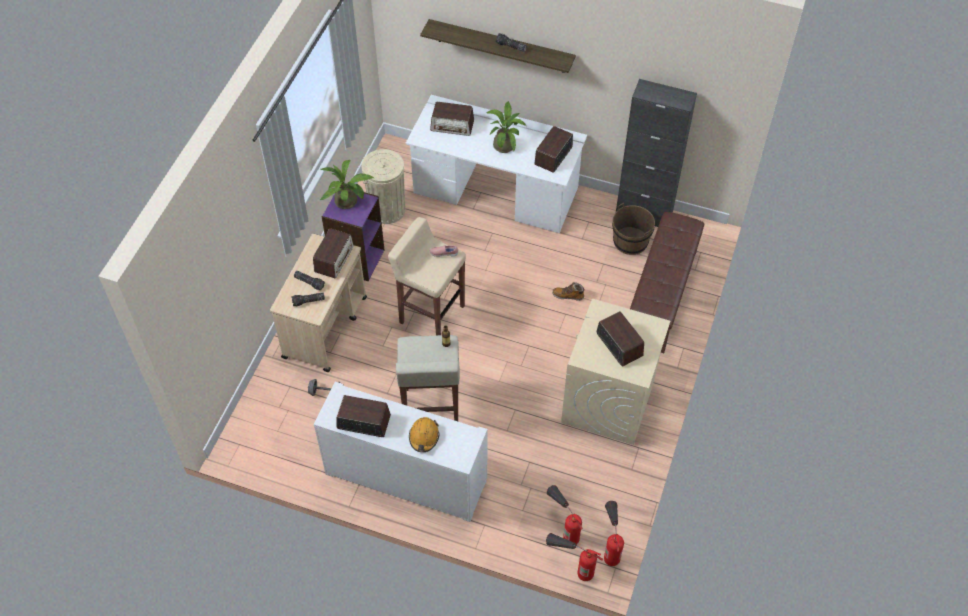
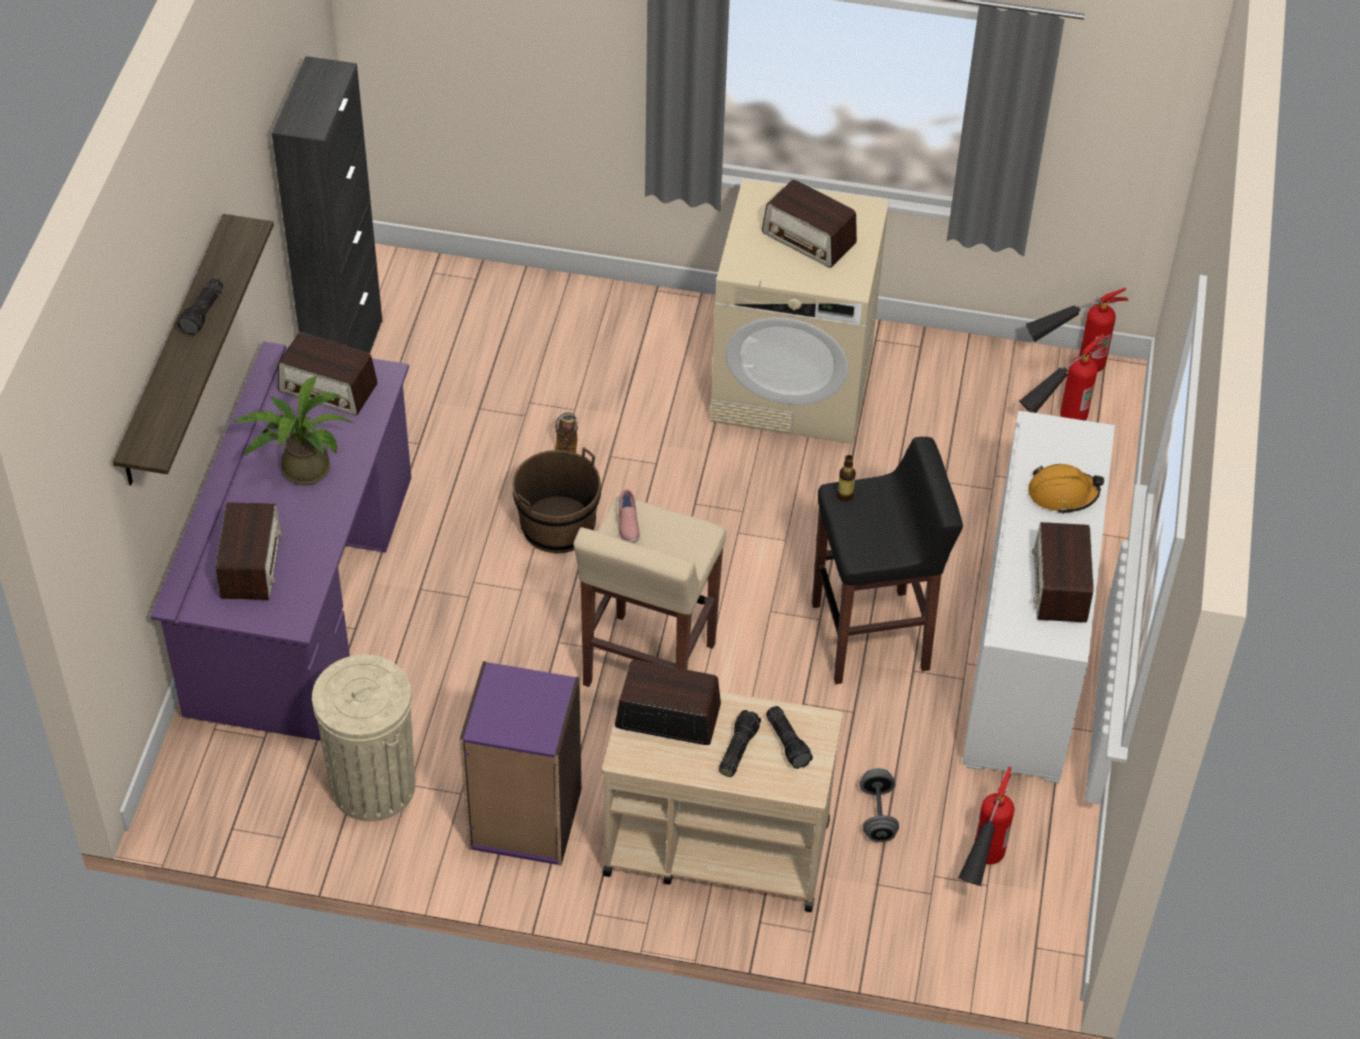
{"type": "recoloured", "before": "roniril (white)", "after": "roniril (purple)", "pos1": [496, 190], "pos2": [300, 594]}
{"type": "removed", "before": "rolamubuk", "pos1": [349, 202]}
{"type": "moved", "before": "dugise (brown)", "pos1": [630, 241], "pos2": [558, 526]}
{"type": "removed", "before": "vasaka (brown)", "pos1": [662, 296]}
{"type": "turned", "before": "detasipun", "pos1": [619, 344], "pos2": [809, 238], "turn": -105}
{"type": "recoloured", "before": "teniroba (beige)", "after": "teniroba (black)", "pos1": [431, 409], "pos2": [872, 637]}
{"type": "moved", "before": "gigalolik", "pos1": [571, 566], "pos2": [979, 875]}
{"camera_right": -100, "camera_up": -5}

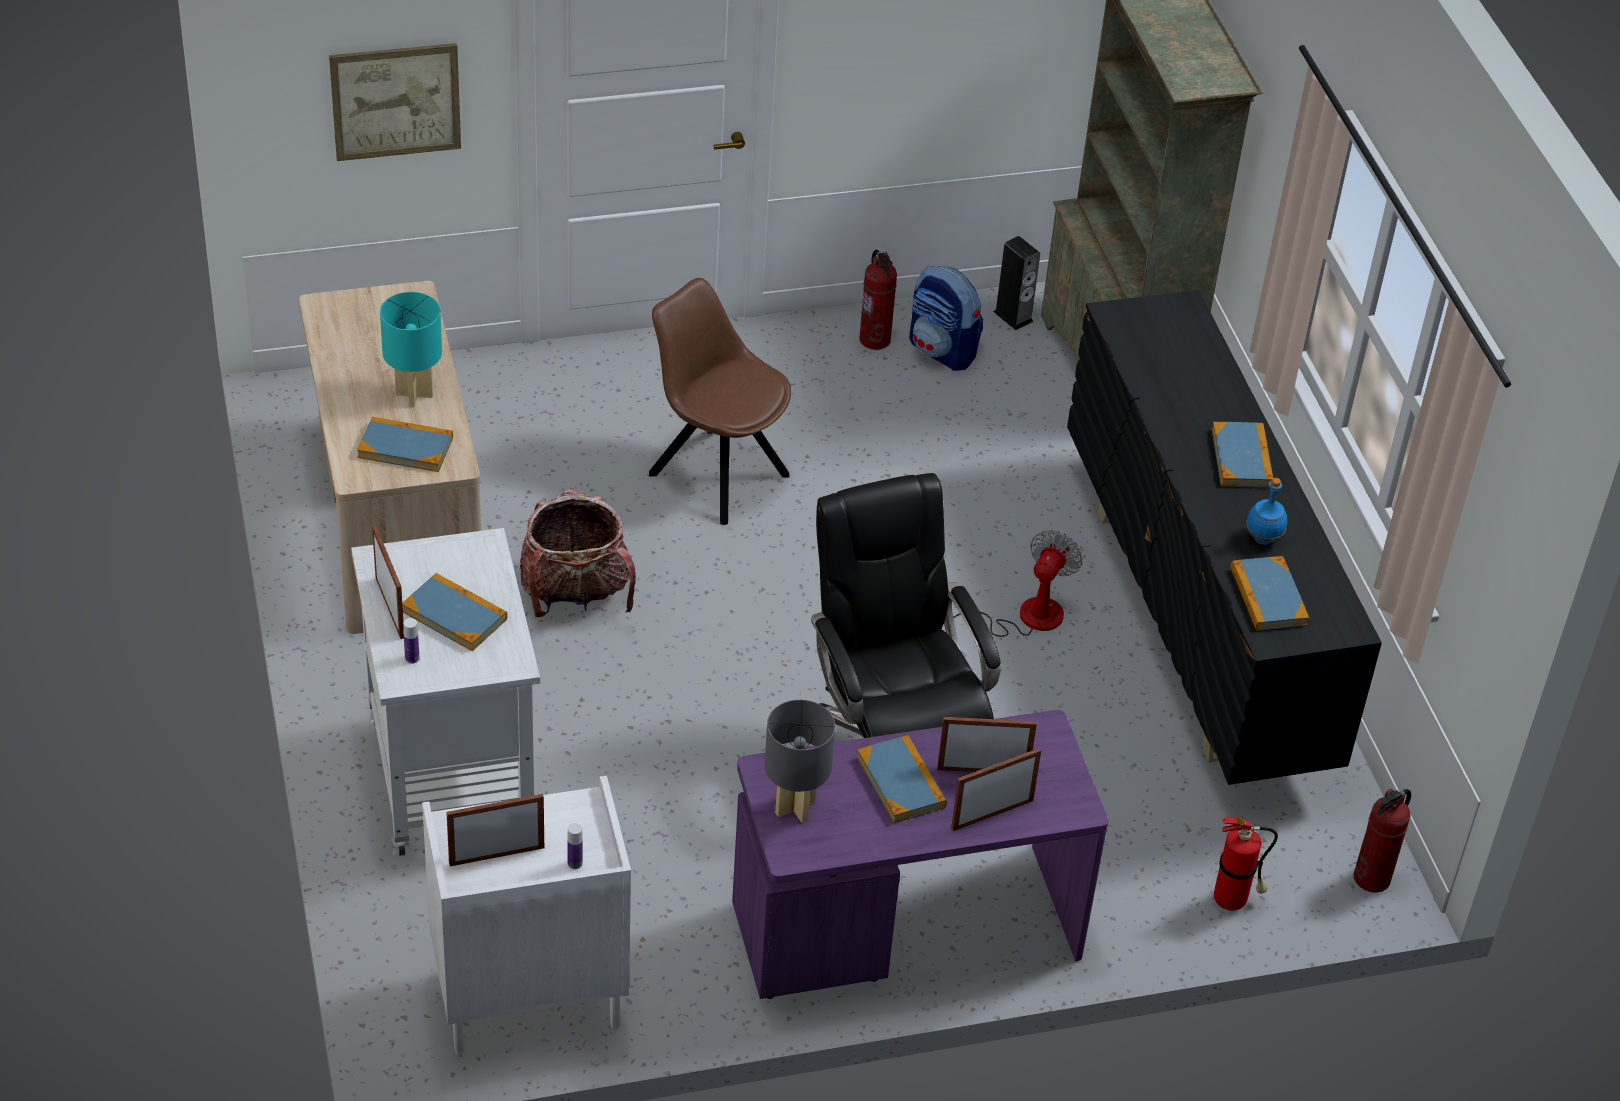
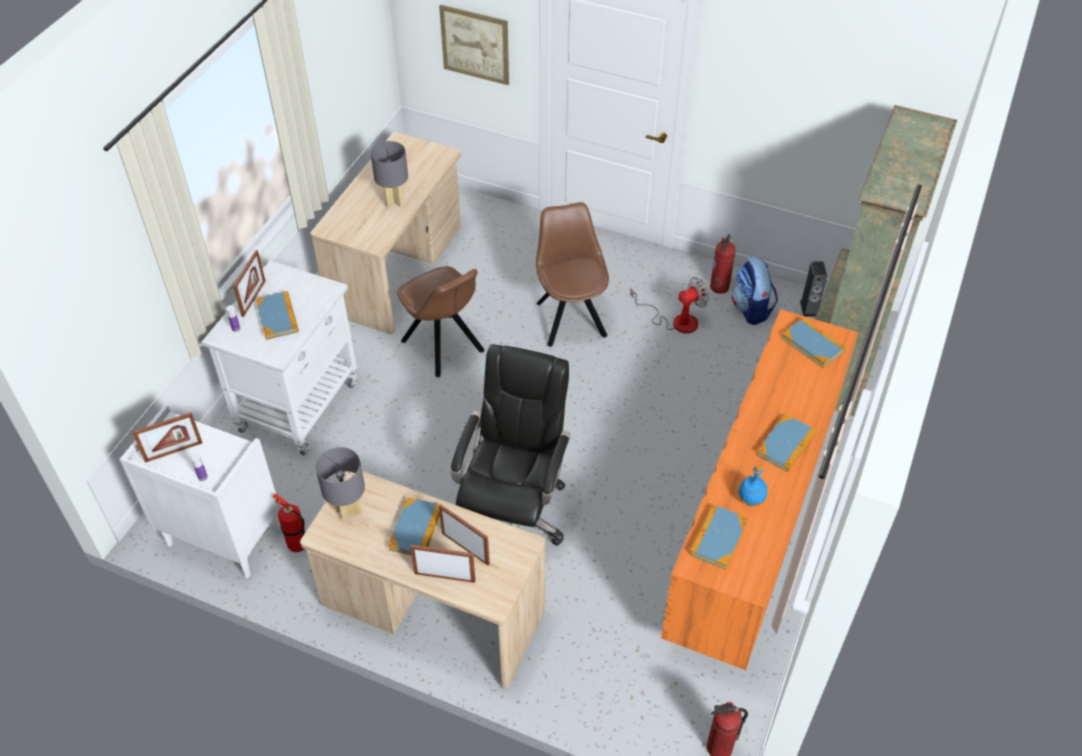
{"type": "recoloured", "before": "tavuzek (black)", "after": "tavuzek (orange)", "pos1": [1194, 627], "pos2": [751, 533]}
{"type": "recoloured", "before": "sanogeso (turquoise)", "after": "sanogeso (grey)", "pos1": [413, 395], "pos2": [393, 201]}
{"type": "moved", "before": "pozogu", "pos1": [405, 447], "pos2": [812, 344]}
{"type": "replaced", "before": "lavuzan", "after": "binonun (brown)", "pos1": [575, 595], "pos2": [443, 346]}
{"type": "moved", "before": "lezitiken", "pos1": [1024, 617], "pos2": [676, 321]}
{"type": "recoloured", "before": "roniril (purple)", "after": "roniril (beige)", "pos1": [905, 928], "pos2": [432, 612]}
{"type": "turned", "before": "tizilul", "pos1": [496, 855], "pos2": [173, 452], "turn": 135}
{"type": "moved", "before": "gigalolik", "pos1": [1233, 901], "pos2": [300, 547]}
{"camera_right": 40, "camera_up": 5}

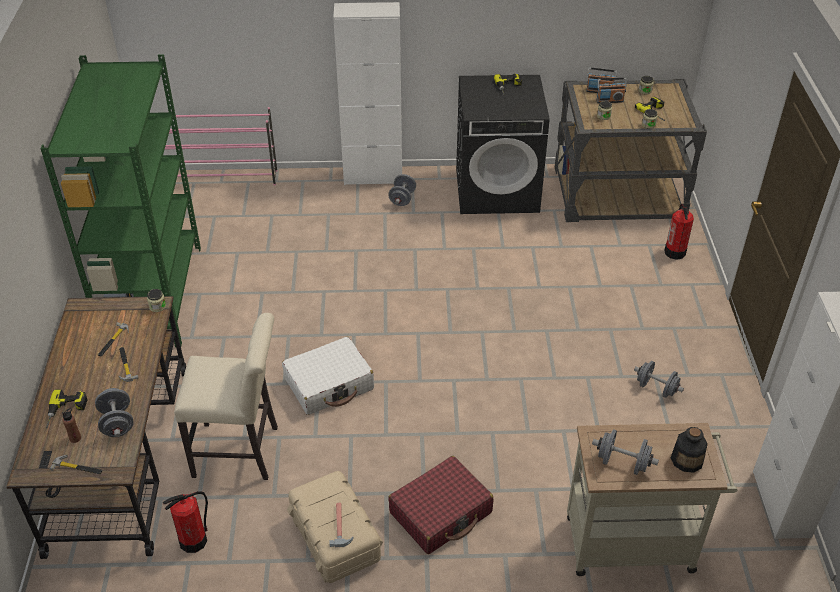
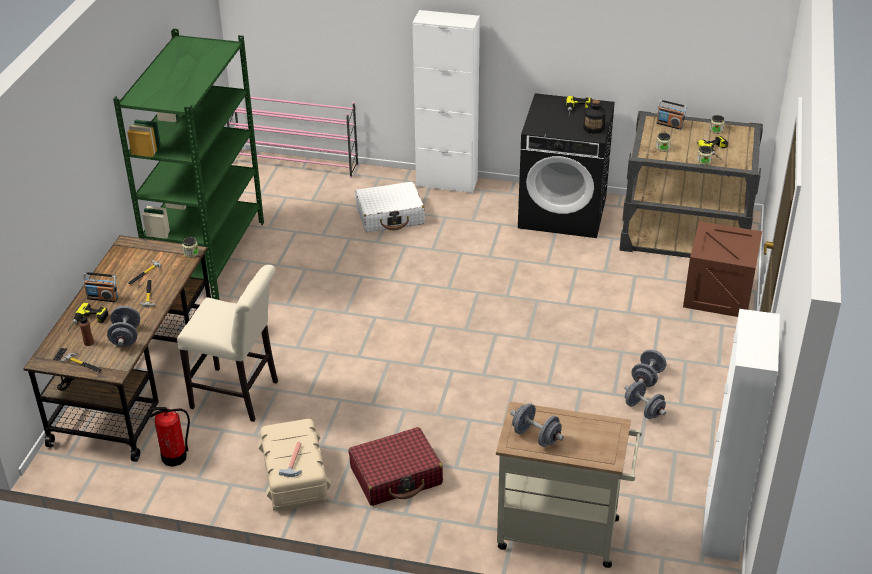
{"type": "moved", "before": "detasipun", "pos1": [609, 100], "pos2": [102, 298]}
{"type": "moved", "before": "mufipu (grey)", "pos1": [402, 199], "pos2": [647, 378]}
{"type": "replaced", "before": "gigalolik", "after": "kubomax", "pos1": [675, 252], "pos2": [718, 294]}
{"type": "moved", "before": "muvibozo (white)", "pos1": [329, 384], "pos2": [390, 216]}
{"type": "moved", "before": "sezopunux", "pos1": [687, 460], "pos2": [594, 128]}
{"camera_right": 15, "camera_up": -5}

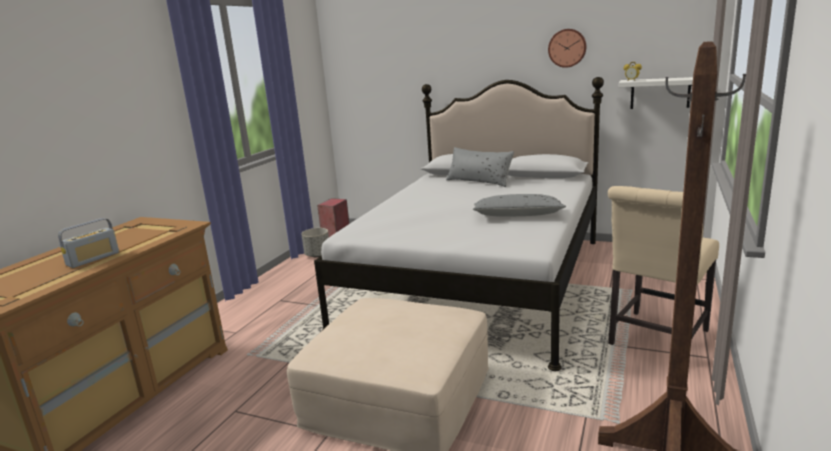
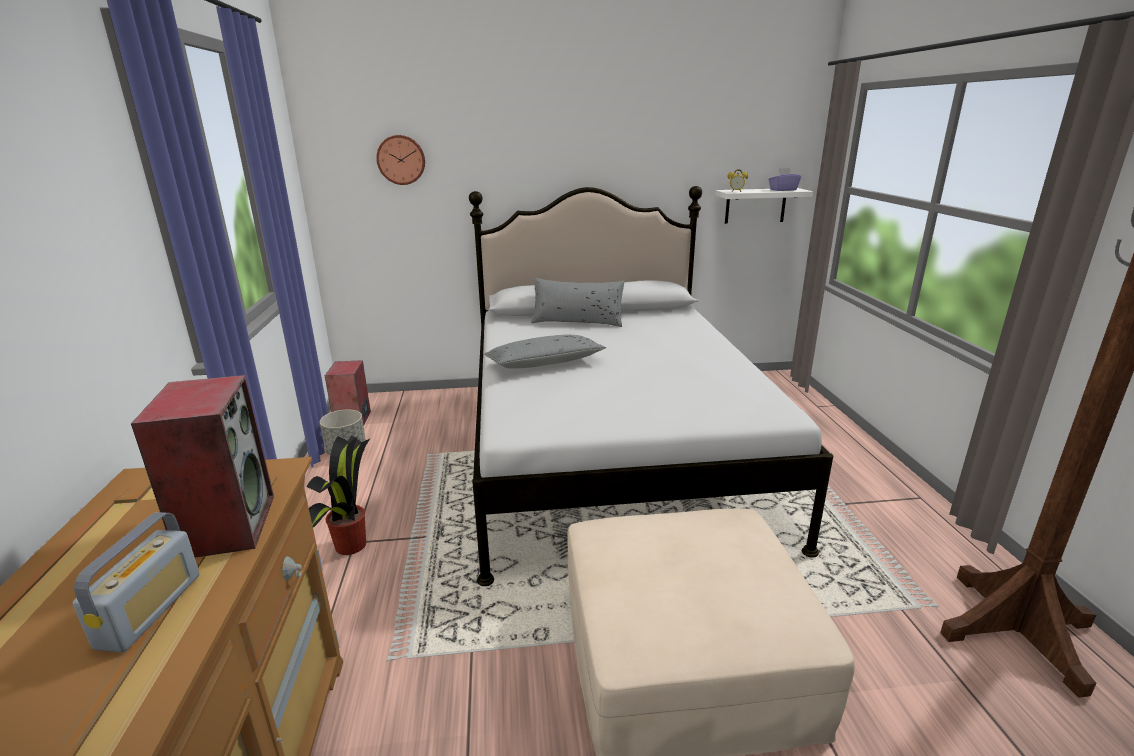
{"type": "moved", "before": "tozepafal", "pos1": [567, 48], "pos2": [401, 160]}
{"type": "removed", "before": "binonun (beige)", "pos1": [655, 340]}
{"type": "moved", "before": "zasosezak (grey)", "pos1": [517, 215], "pos2": [544, 363]}
{"type": "added", "after": "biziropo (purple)", "pos2": [783, 190]}
{"type": "added", "after": "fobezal", "pos2": [227, 525]}
{"type": "added", "after": "rolamubuk", "pos2": [350, 546]}
{"camera_right": -30, "camera_up": 5}

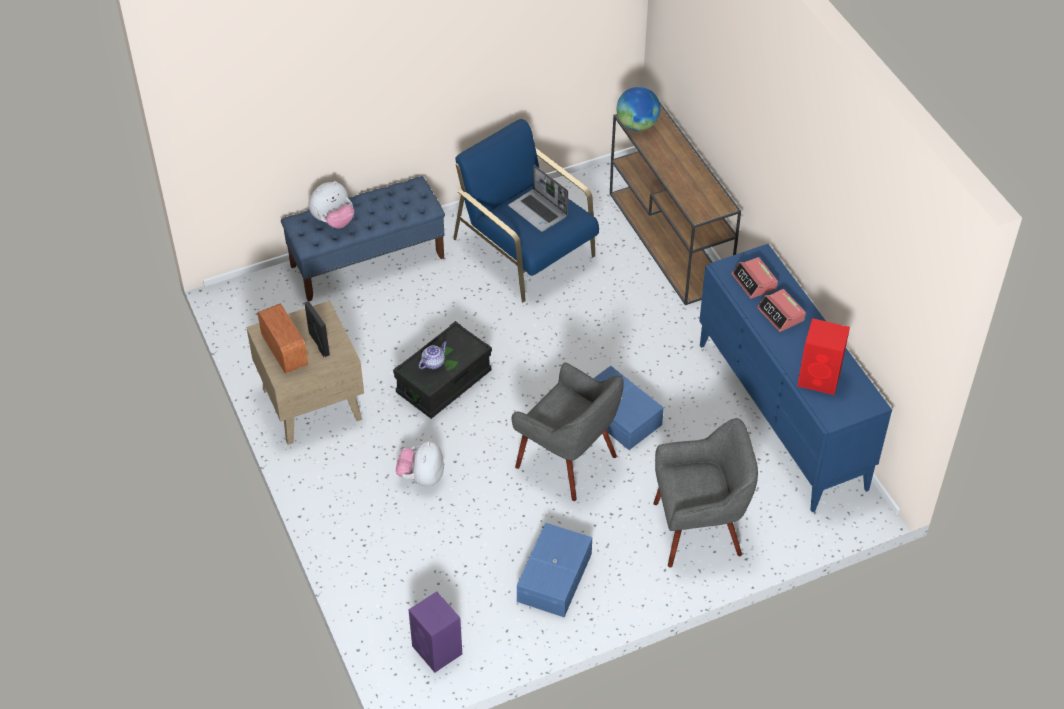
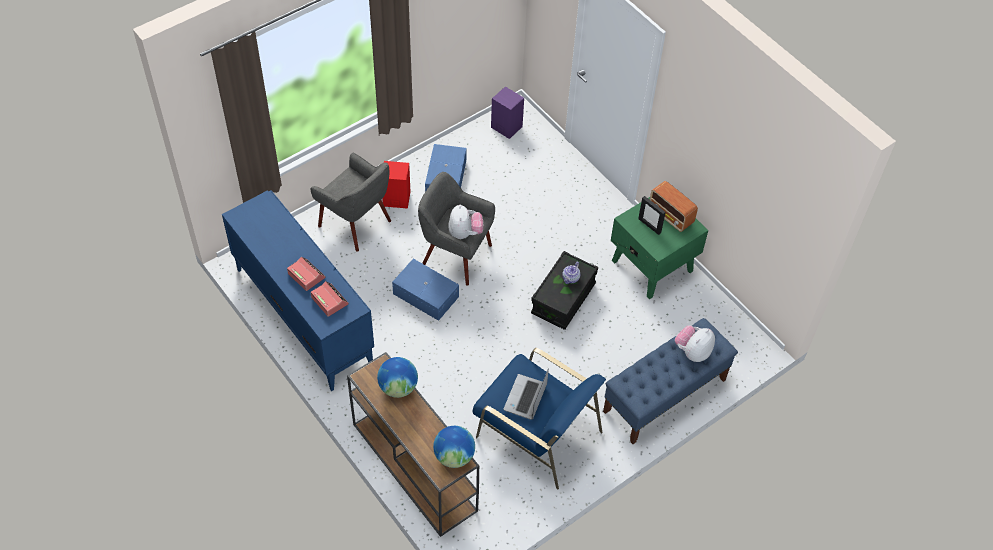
{"type": "turned", "before": "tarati", "pos1": [539, 211], "pos2": [526, 398], "turn": -105}
{"type": "recoloured", "before": "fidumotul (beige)", "after": "fidumotul (green)", "pos1": [311, 403], "pos2": [652, 266]}
{"type": "moved", "before": "fobezal (red)", "pos1": [820, 378], "pos2": [396, 198]}
{"type": "turned", "before": "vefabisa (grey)", "pos1": [698, 529], "pos2": [356, 223], "turn": -120}
{"type": "moved", "before": "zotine", "pos1": [422, 477], "pos2": [465, 233]}
{"type": "added", "after": "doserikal", "pos2": [398, 387]}
{"camera_right": 165, "camera_up": 5}

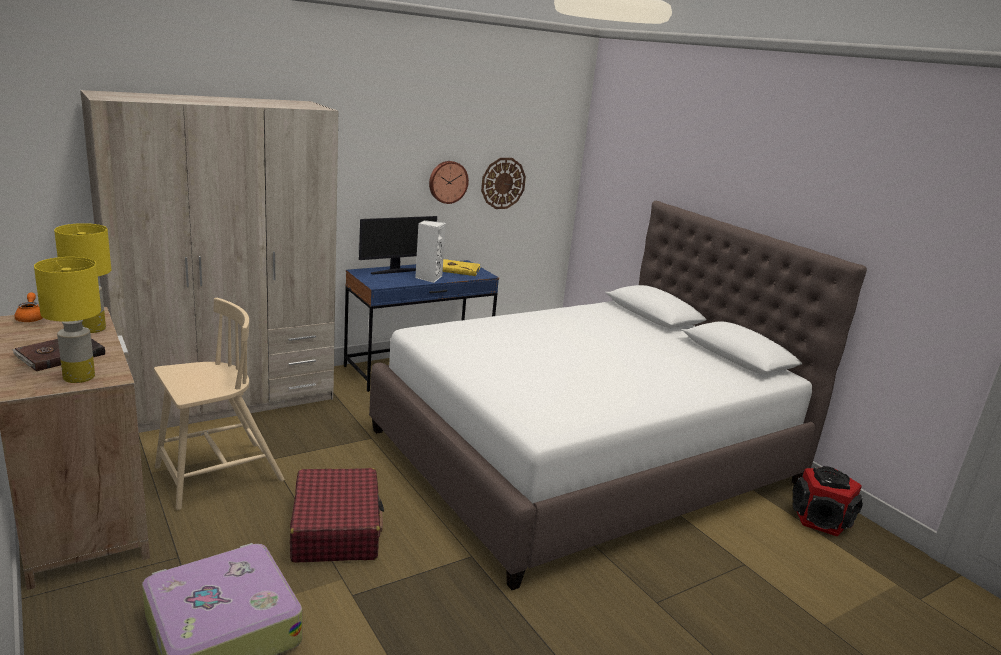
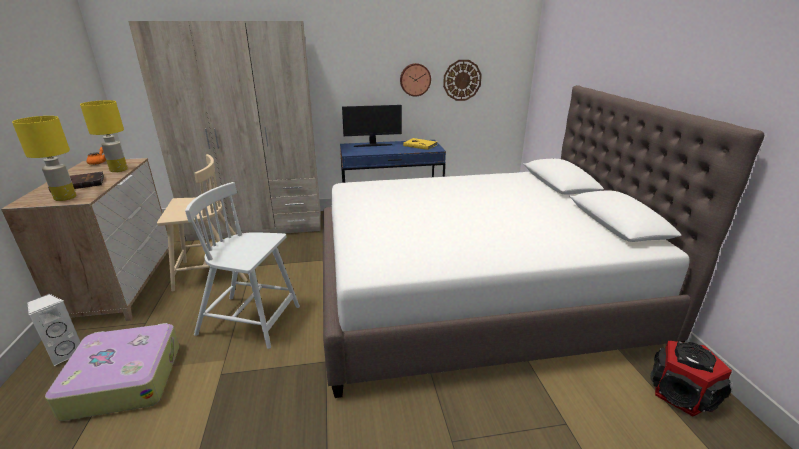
{"type": "moved", "before": "fobezal (white)", "pos1": [428, 278], "pos2": [66, 353]}
{"type": "replaced", "before": "muvibozo (red)", "after": "binonun (white)", "pos1": [336, 528], "pos2": [251, 321]}
{"camera_right": 25, "camera_up": 5}

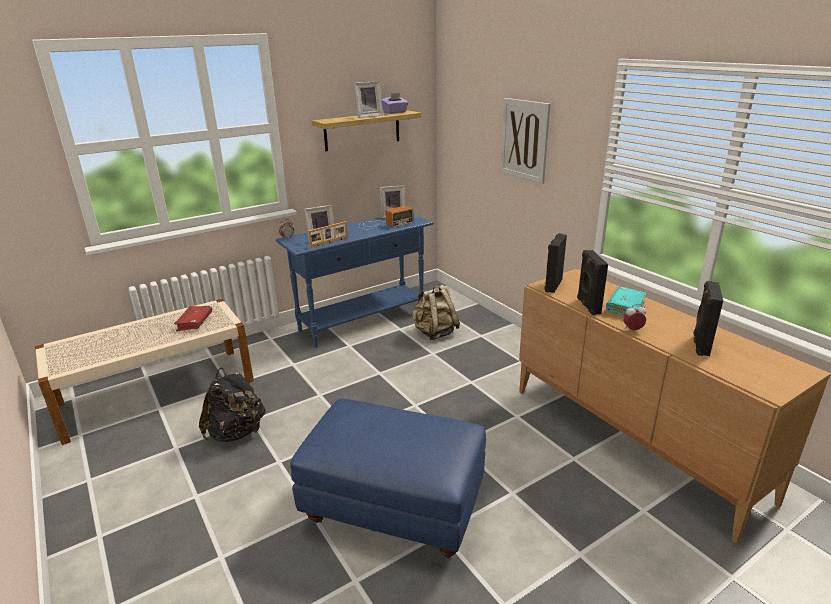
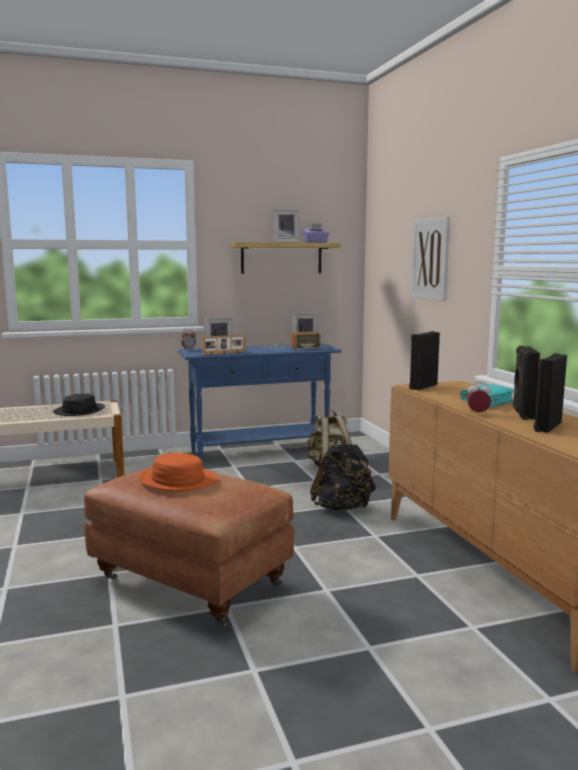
{"type": "moved", "before": "fobezal (black)", "pos1": [587, 306], "pos2": [522, 414]}
{"type": "replaced", "before": "pozogu (red)", "after": "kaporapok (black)", "pos1": [195, 322], "pos2": [79, 410]}
{"type": "moved", "before": "lavuzan (black)", "pos1": [236, 433], "pos2": [342, 508]}
{"type": "recoloured", "before": "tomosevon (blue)", "after": "tomosevon (brown)", "pos1": [393, 512], "pos2": [189, 584]}
{"type": "added", "after": "kaporapok (orange)", "pos2": [178, 480]}
{"camera_right": 15, "camera_up": -15}

